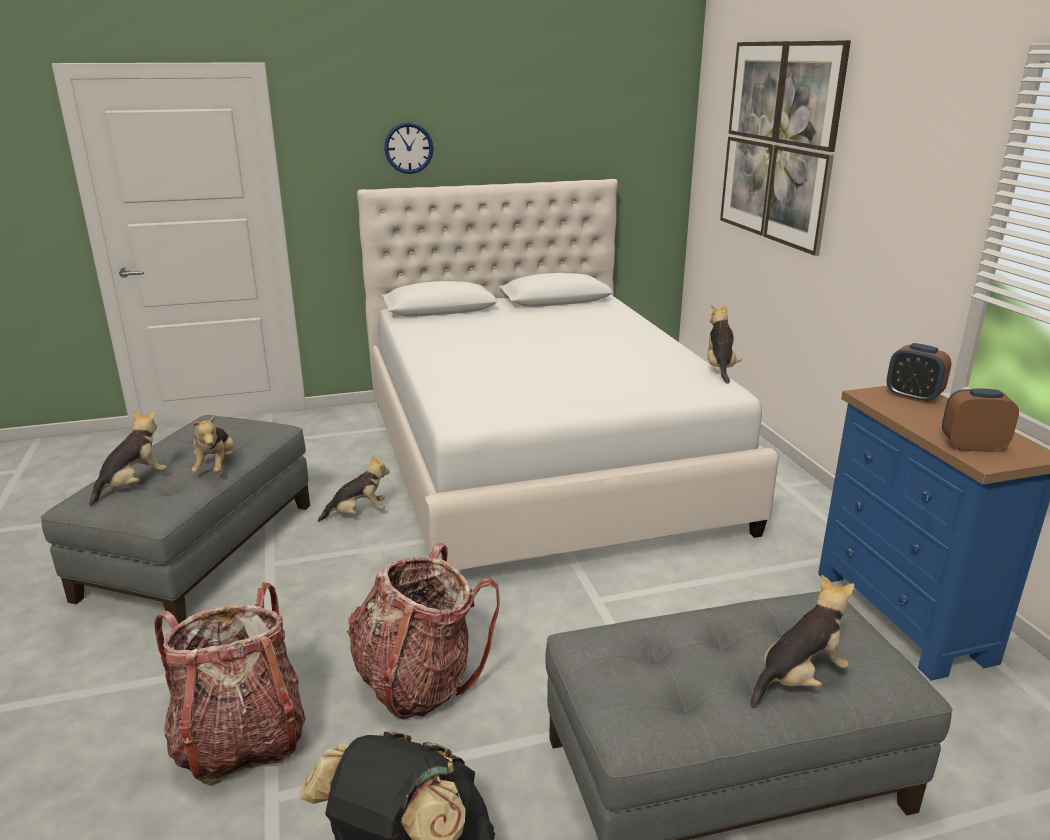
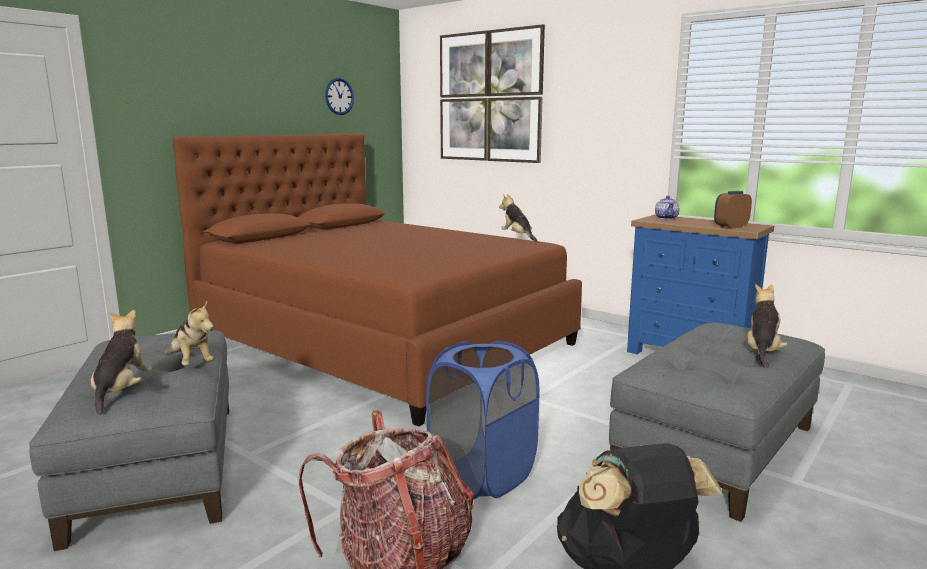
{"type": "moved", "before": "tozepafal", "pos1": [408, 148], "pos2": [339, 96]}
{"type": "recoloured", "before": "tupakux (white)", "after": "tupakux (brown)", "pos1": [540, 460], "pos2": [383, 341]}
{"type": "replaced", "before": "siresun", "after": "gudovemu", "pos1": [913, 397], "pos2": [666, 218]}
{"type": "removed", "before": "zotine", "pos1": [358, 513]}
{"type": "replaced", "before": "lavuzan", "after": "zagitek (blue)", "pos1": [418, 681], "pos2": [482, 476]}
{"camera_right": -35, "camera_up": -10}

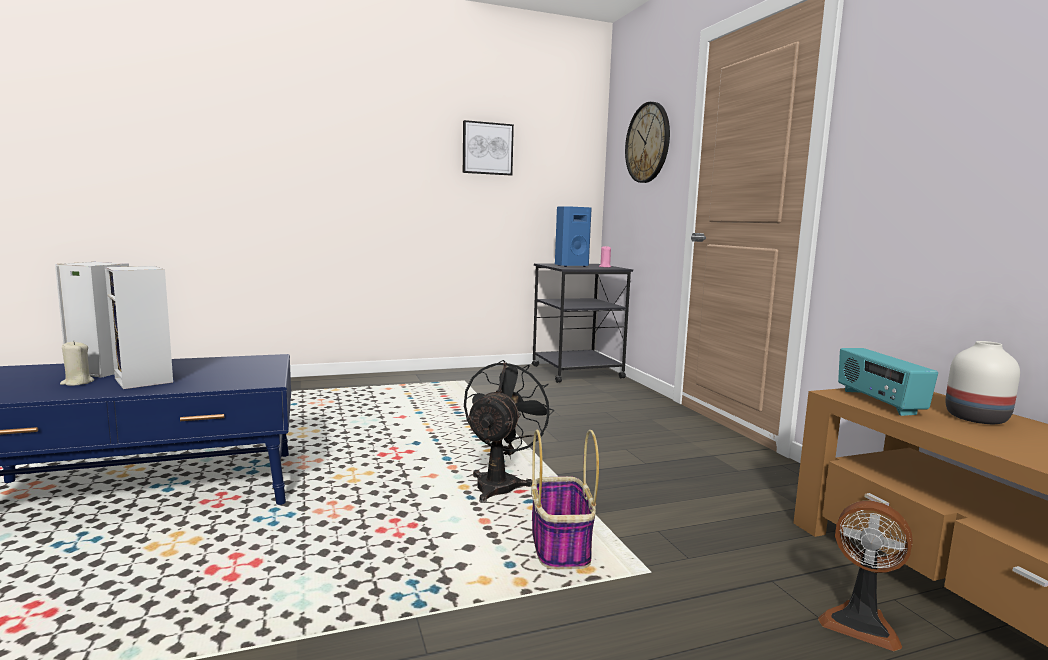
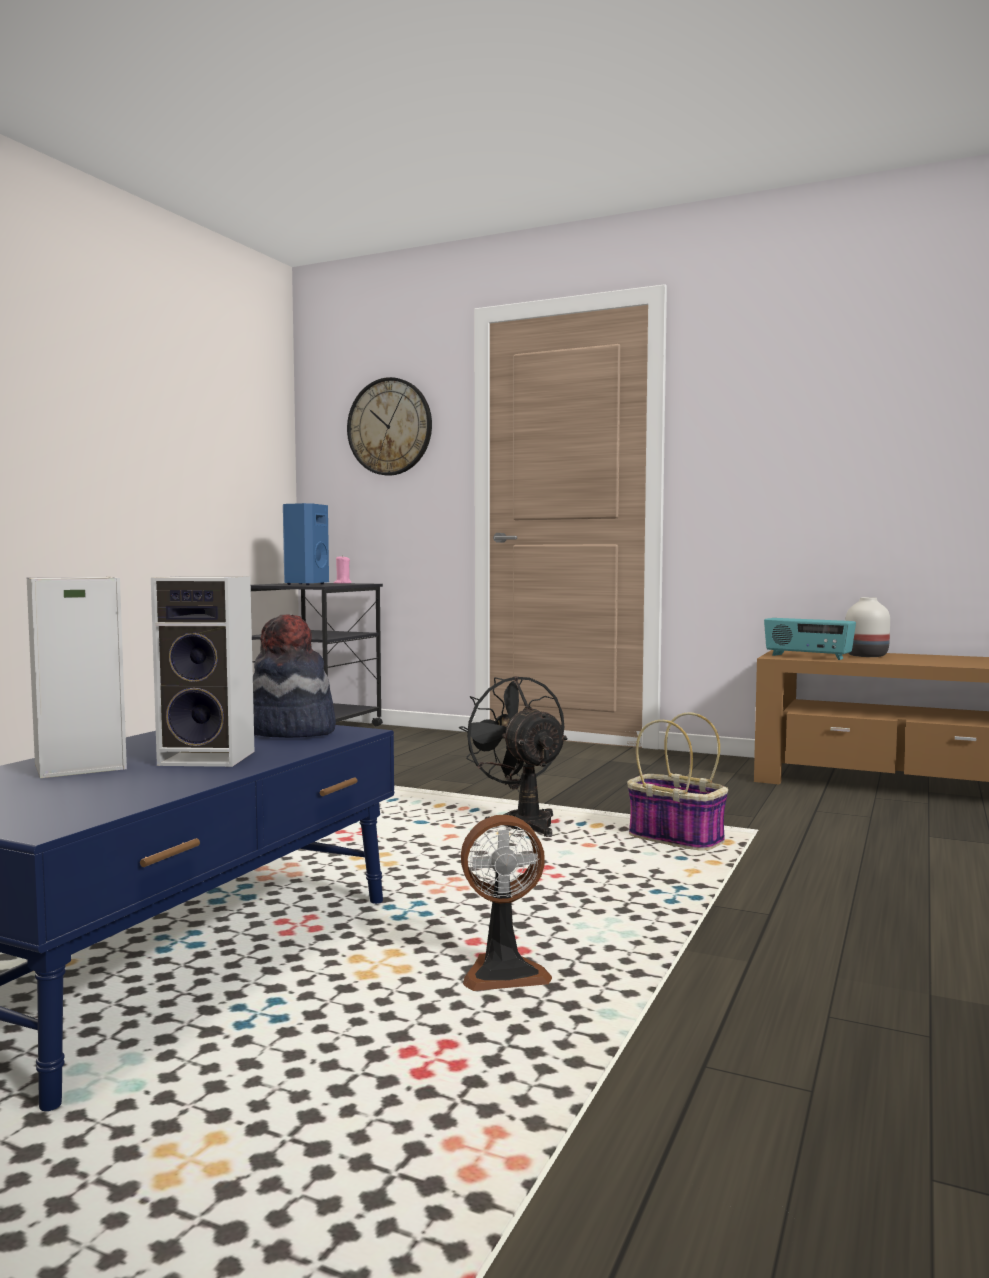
{"type": "removed", "before": "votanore", "pos1": [487, 148]}
{"type": "removed", "before": "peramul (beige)", "pos1": [77, 382]}
{"type": "moved", "before": "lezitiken", "pos1": [860, 623], "pos2": [503, 973]}
{"type": "added", "after": "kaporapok", "pos2": [291, 732]}
{"camera_right": -45, "camera_up": -5}

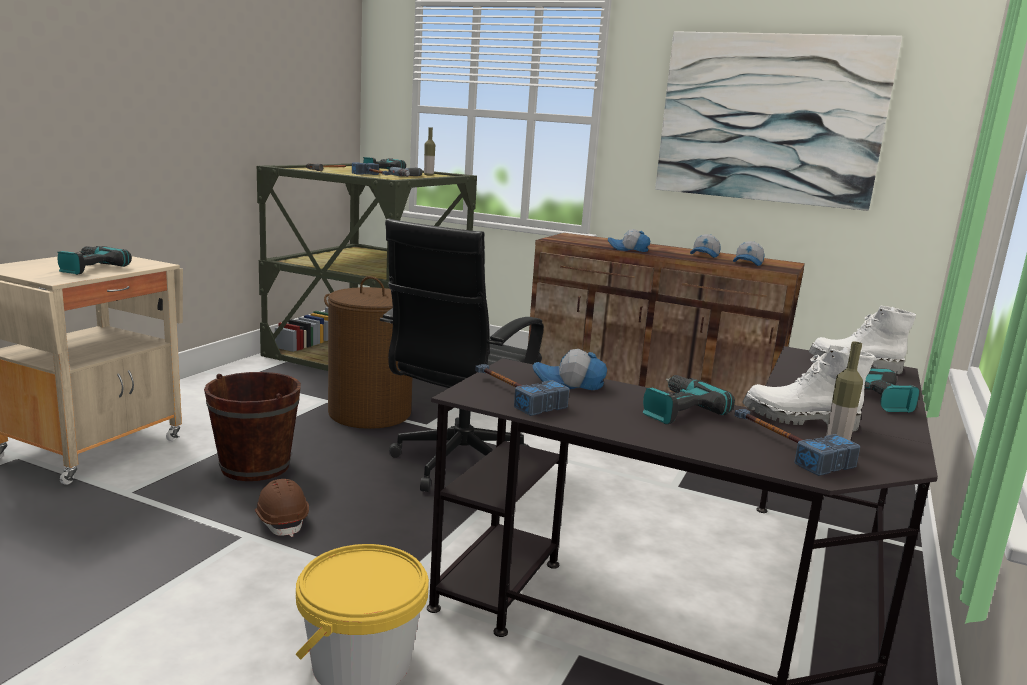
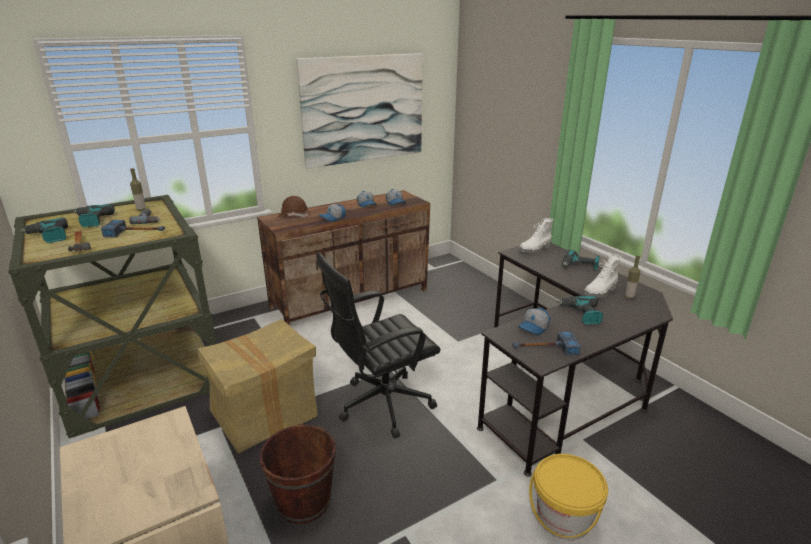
{"type": "turned", "before": "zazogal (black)", "pos1": [457, 467], "pos2": [381, 406], "turn": 90}
{"type": "moved", "before": "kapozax", "pos1": [88, 268], "pos2": [49, 237]}
{"type": "replaced", "before": "zagitek (brown)", "after": "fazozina", "pos1": [370, 413], "pos2": [265, 414]}
{"type": "removed", "before": "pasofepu", "pos1": [784, 445]}
{"type": "moved", "before": "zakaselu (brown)", "pos1": [281, 521], "pos2": [293, 215]}
{"camera_right": -55, "camera_up": 10}

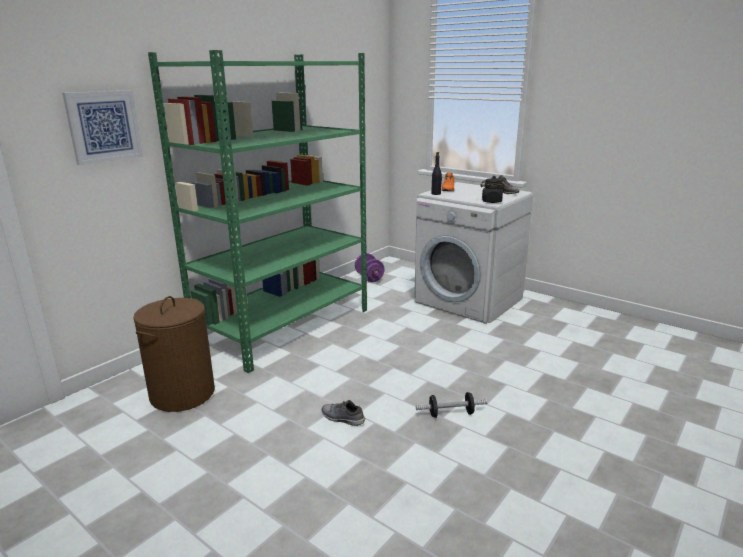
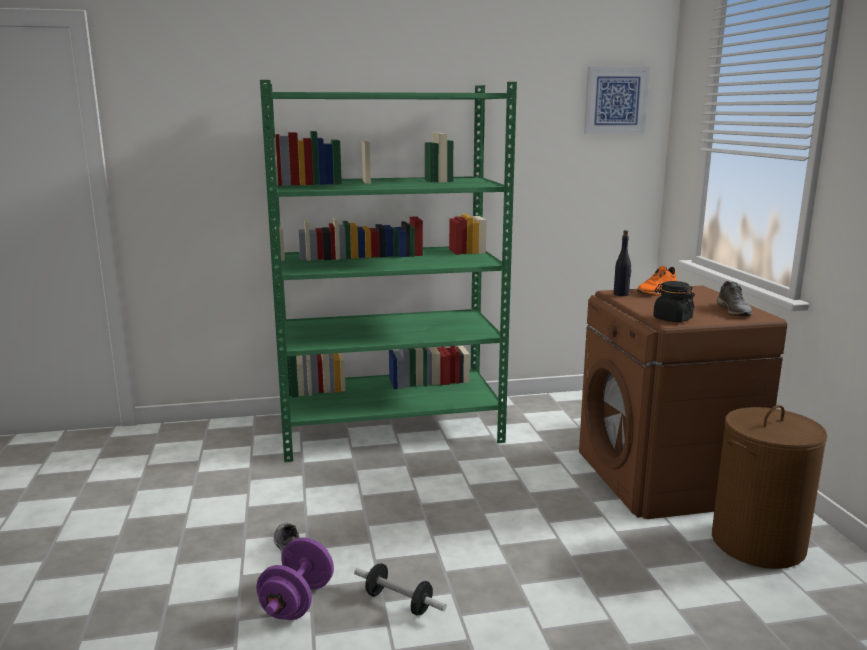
{"type": "moved", "before": "votanore", "pos1": [104, 126], "pos2": [615, 100]}
{"type": "recoloured", "before": "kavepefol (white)", "after": "kavepefol (brown)", "pos1": [467, 301], "pos2": [661, 478]}
{"type": "moved", "before": "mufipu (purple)", "pos1": [369, 278], "pos2": [297, 601]}
{"type": "moved", "before": "zagitek (brown)", "pos1": [183, 393], "pos2": [758, 543]}
{"camera_right": 40, "camera_up": -5}

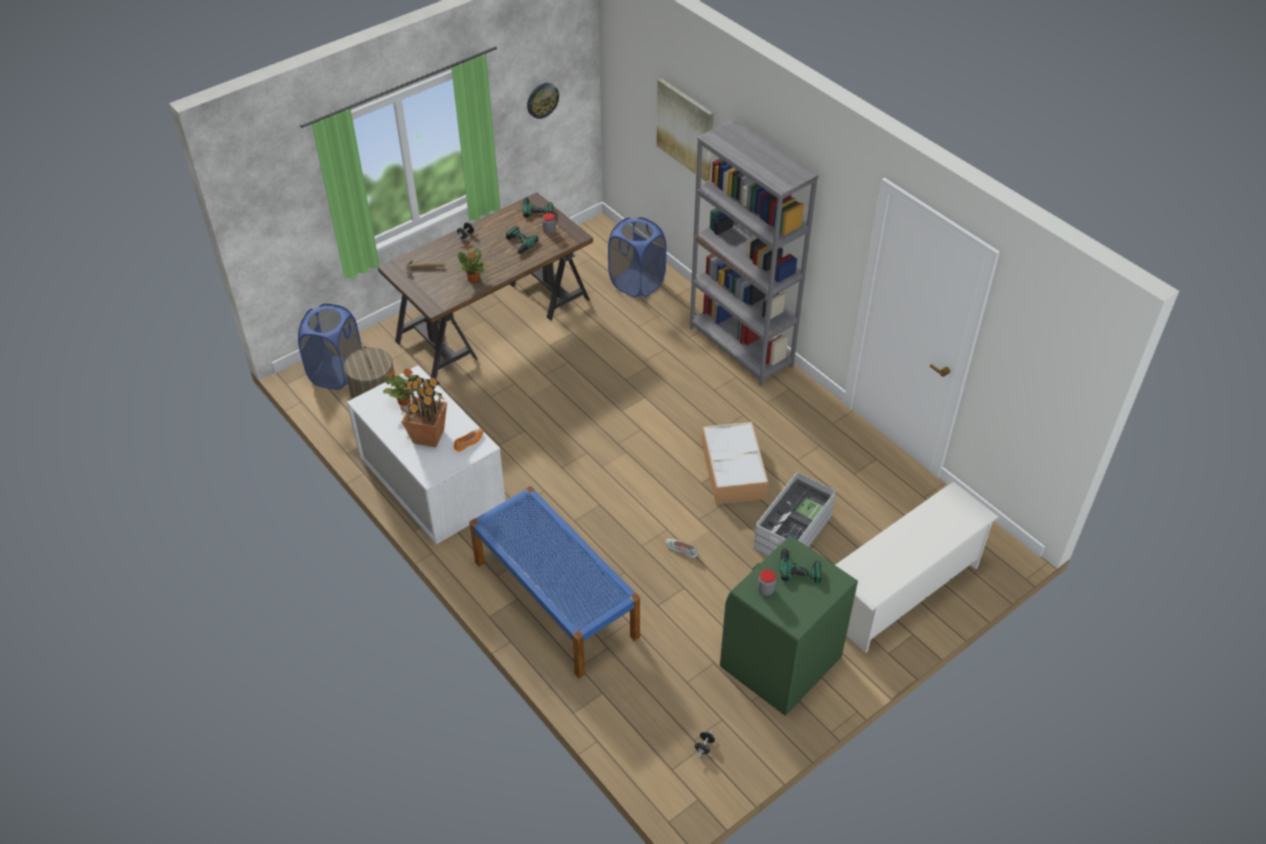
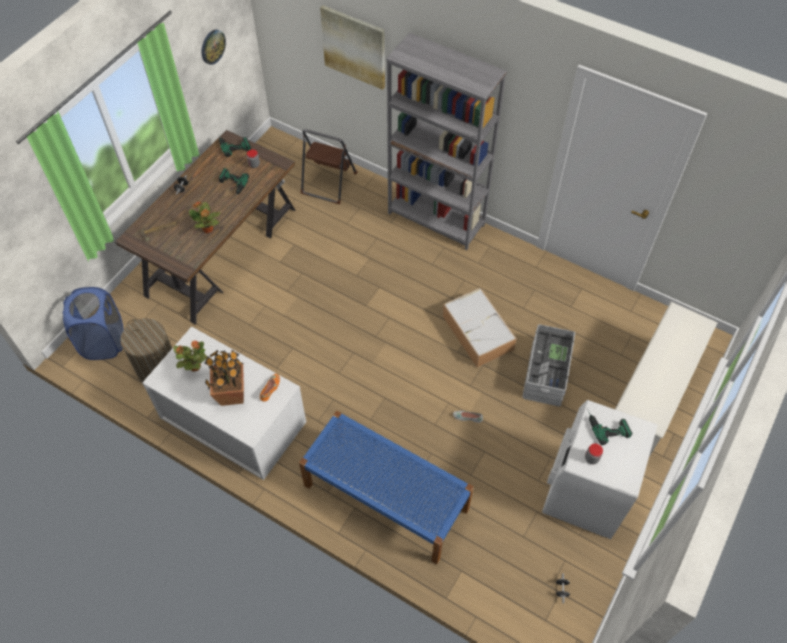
{"type": "replaced", "before": "zagitek (blue)", "after": "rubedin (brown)", "pos1": [636, 283], "pos2": [327, 184]}
{"type": "recoloured", "before": "kavepefol (green)", "after": "kavepefol (white)", "pos1": [778, 660], "pos2": [584, 491]}
{"camera_right": -20, "camera_up": 10}

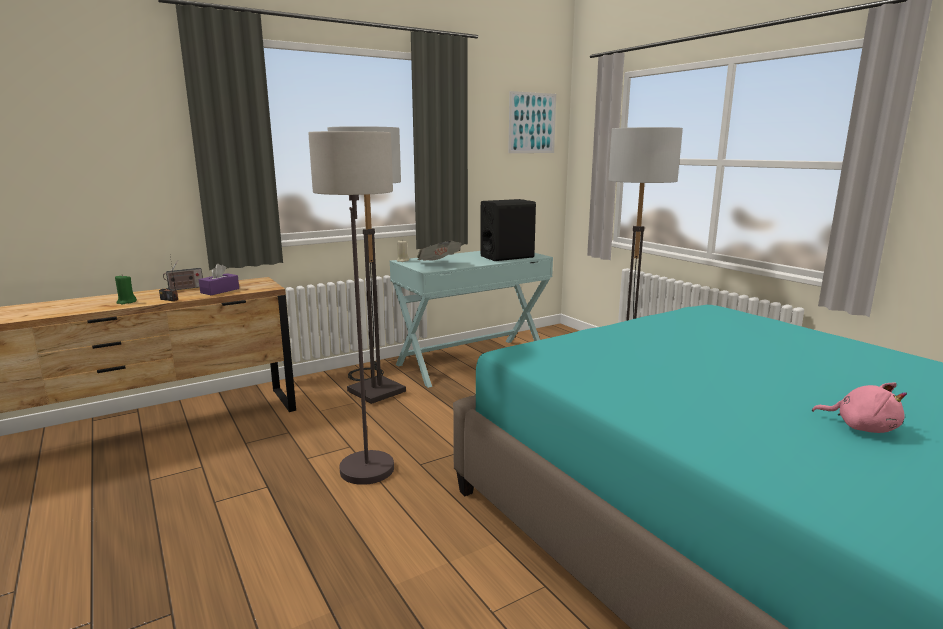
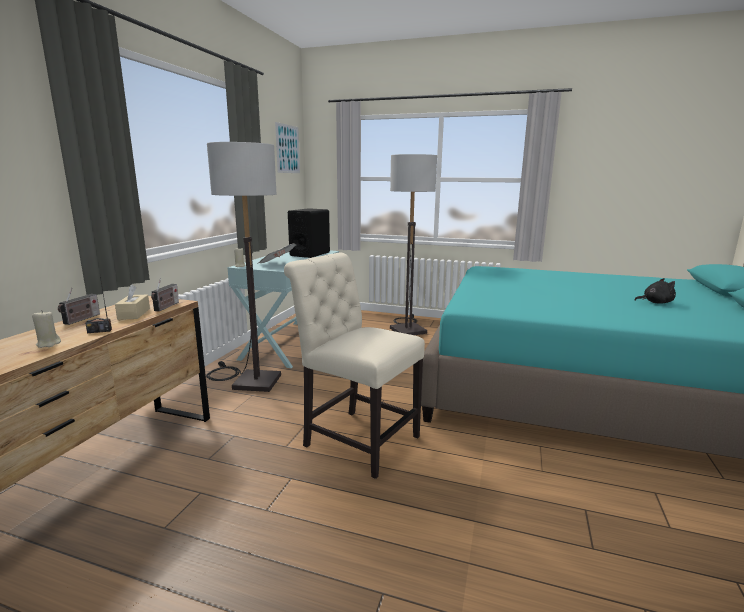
{"type": "replaced", "before": "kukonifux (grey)", "after": "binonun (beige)", "pos1": [369, 478], "pos2": [356, 438]}
{"type": "recoloured", "before": "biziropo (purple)", "after": "biziropo (beige)", "pos1": [220, 291], "pos2": [134, 314]}
{"type": "recoloured", "before": "peramul (green)", "after": "peramul (beige)", "pos1": [126, 302], "pos2": [48, 344]}
{"type": "recoloured", "before": "zotine (pink)", "after": "zotine (black)", "pos1": [861, 427], "pos2": [655, 302]}
{"type": "added", "after": "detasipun", "pos2": [166, 307]}
{"camera_right": -40, "camera_up": 0}

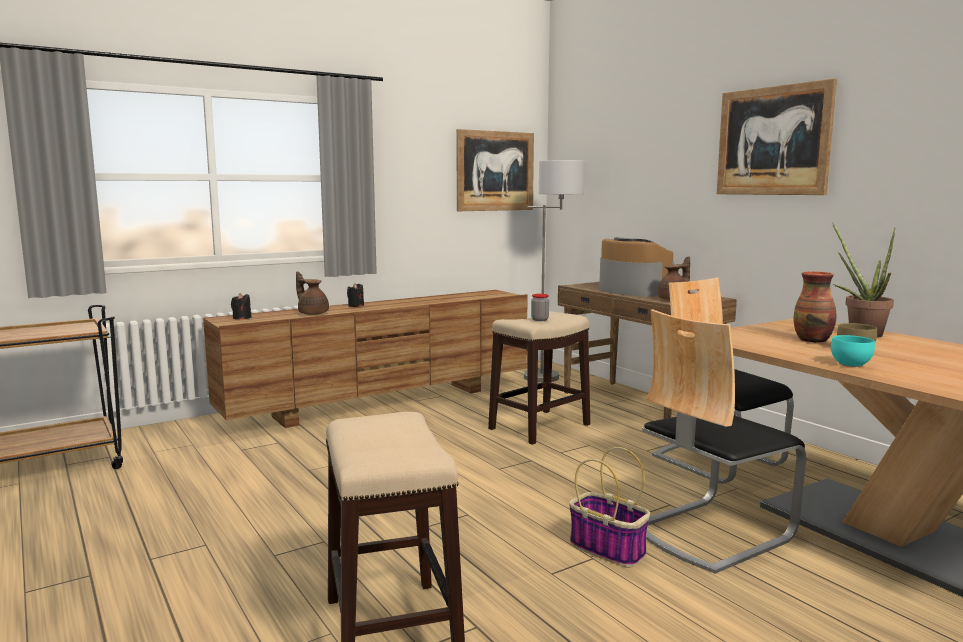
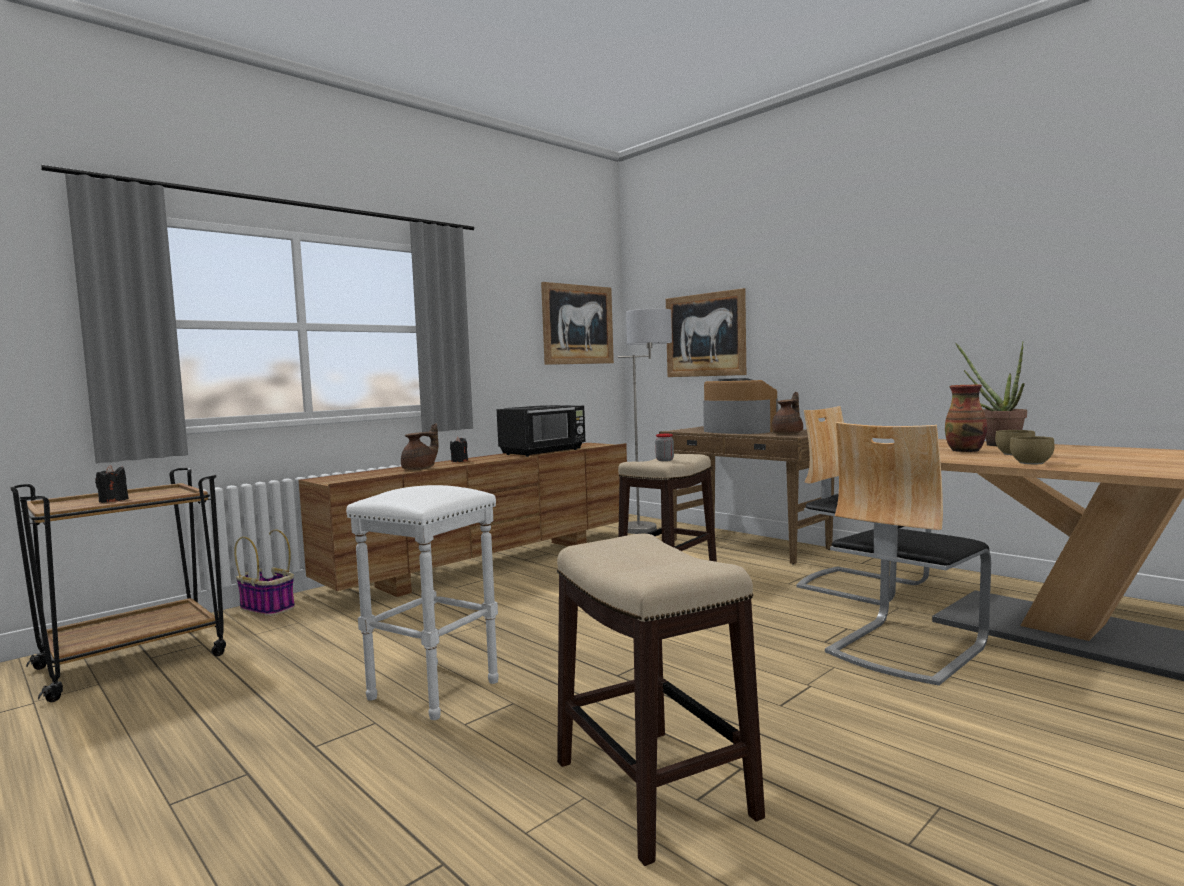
{"type": "moved", "before": "votanore", "pos1": [773, 141], "pos2": [705, 335]}
{"type": "turned", "before": "gudovemu (brown)", "pos1": [312, 313], "pos2": [420, 469], "turn": 105}
{"type": "moved", "before": "peramul (black)", "pos1": [242, 318], "pos2": [113, 500]}
{"type": "recoloured", "before": "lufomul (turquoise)", "after": "lufomul (brown)", "pos1": [850, 365], "pos2": [1031, 463]}
{"type": "moved", "before": "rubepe", "pos1": [609, 549], "pos2": [268, 608]}
{"type": "added", "after": "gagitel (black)", "pos2": [544, 452]}
{"type": "added", "after": "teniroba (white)", "pos2": [430, 690]}
{"camera_right": -10, "camera_up": -5}

